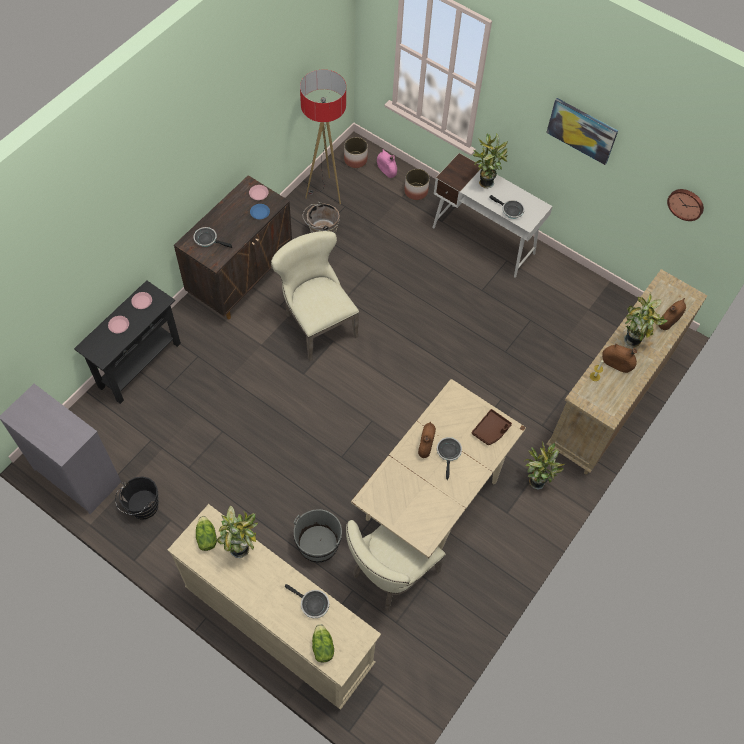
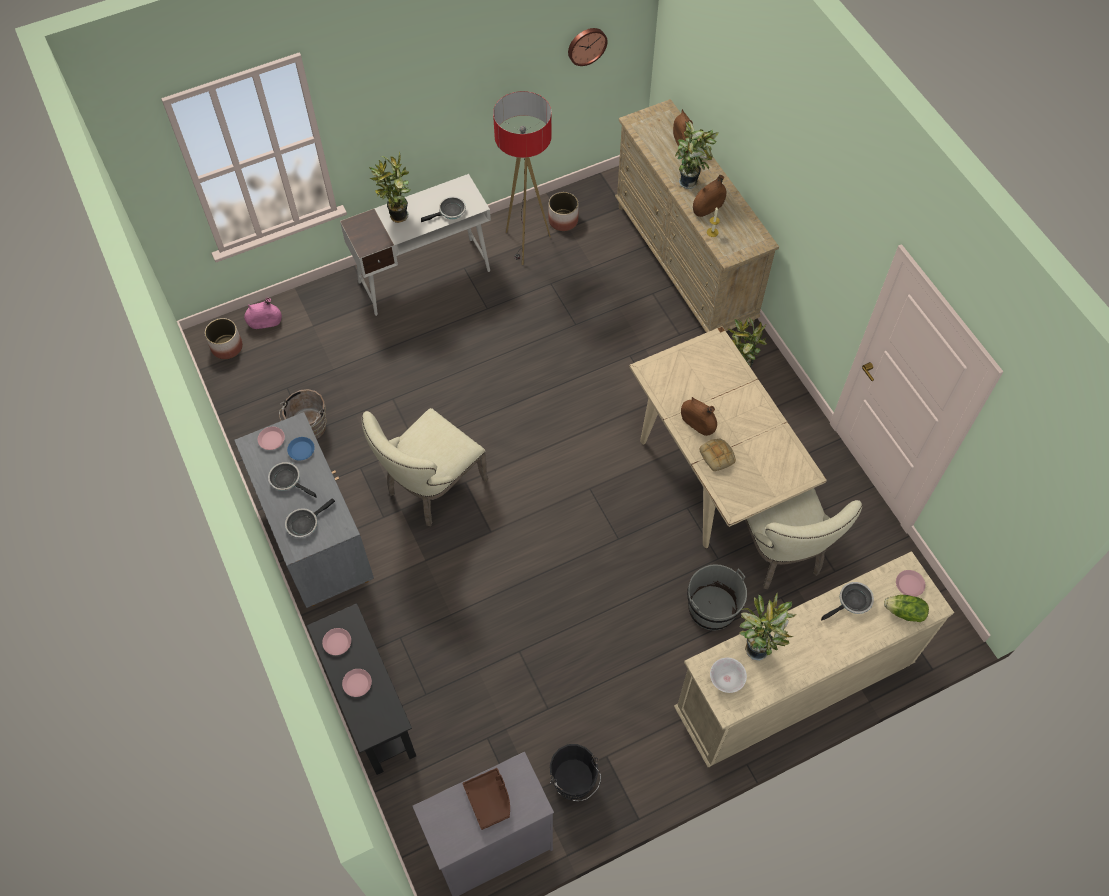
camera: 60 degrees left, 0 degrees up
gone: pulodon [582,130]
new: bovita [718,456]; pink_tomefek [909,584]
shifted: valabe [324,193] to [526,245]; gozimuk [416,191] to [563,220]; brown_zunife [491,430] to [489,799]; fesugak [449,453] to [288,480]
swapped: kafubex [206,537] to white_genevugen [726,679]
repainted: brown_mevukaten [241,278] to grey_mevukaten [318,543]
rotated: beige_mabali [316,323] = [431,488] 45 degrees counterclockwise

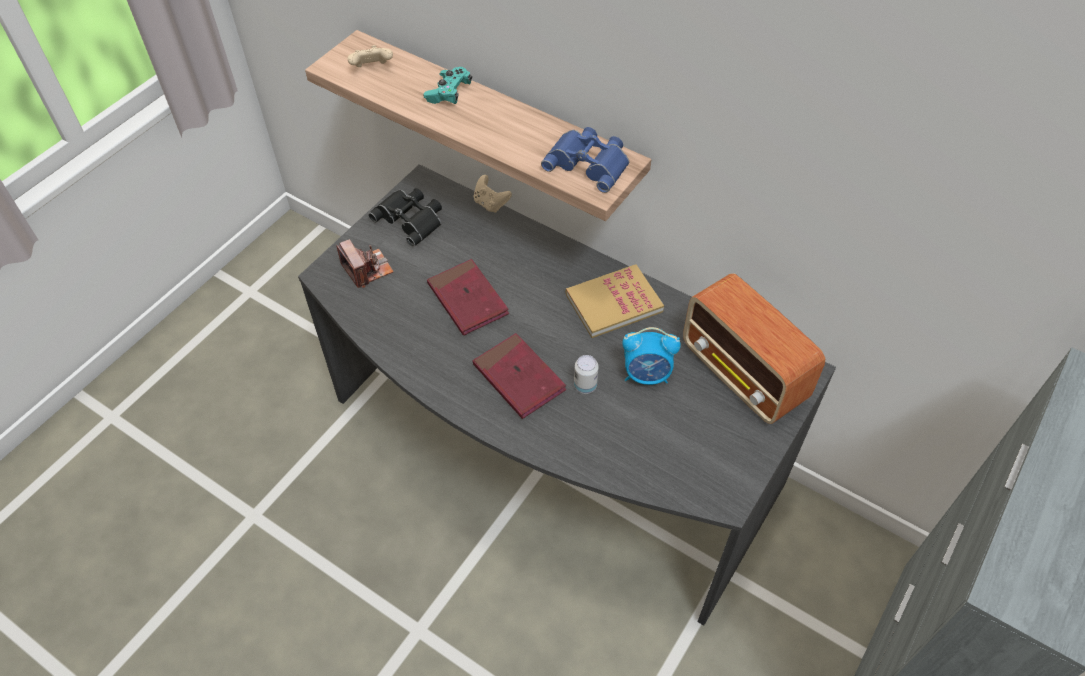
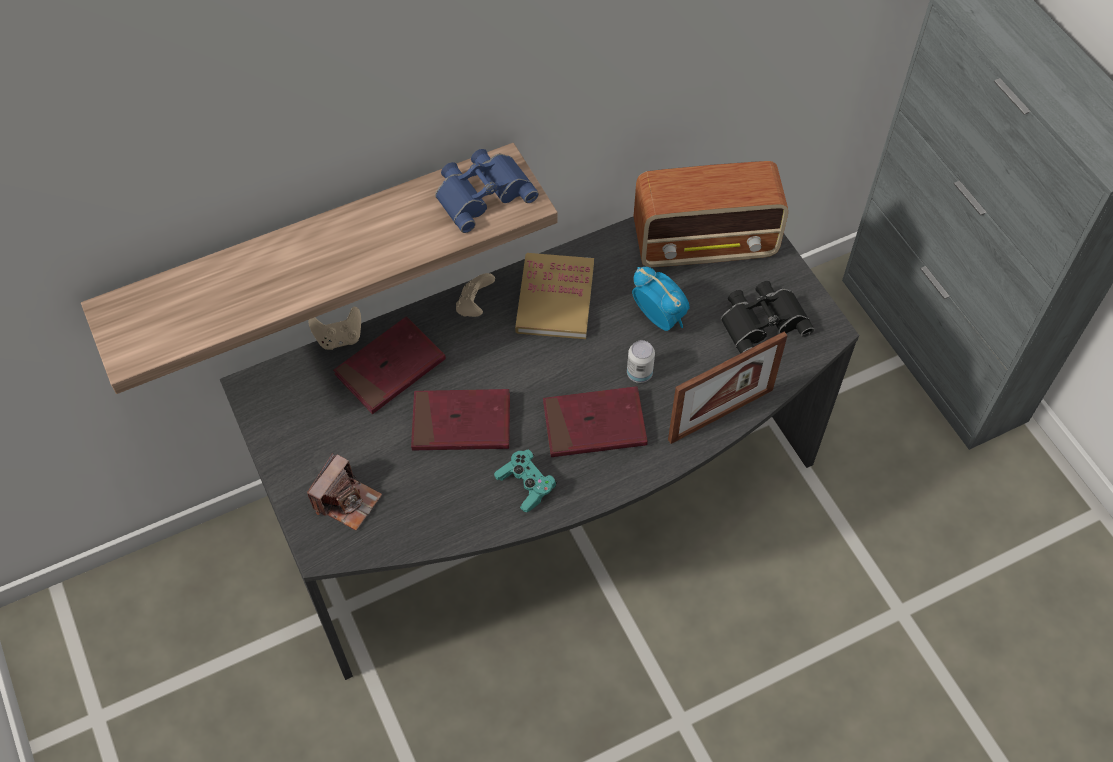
camera: 60 degrees left, 5 degrees up
new: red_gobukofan [390,368]; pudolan [720,414]
shifted: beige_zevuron [372,68] to [474,305]; turquoise_zevuron [449,93] to [526,485]; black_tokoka [411,218] to [762,320]
rotated: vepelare [367,269] = [347,501] 120 degrees clockwise; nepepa [647,375] = [659,317] 75 degrees counterclockwise

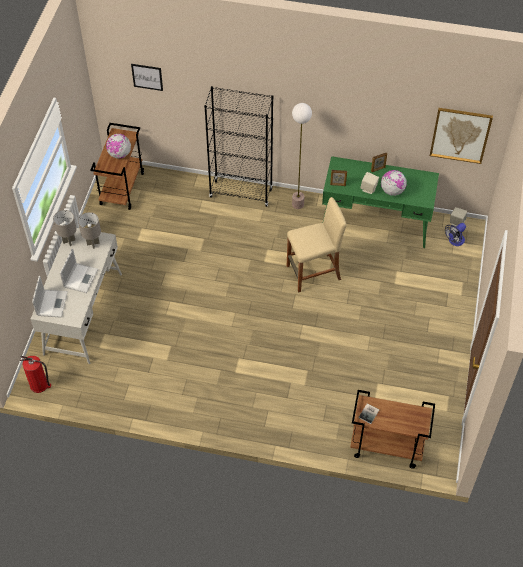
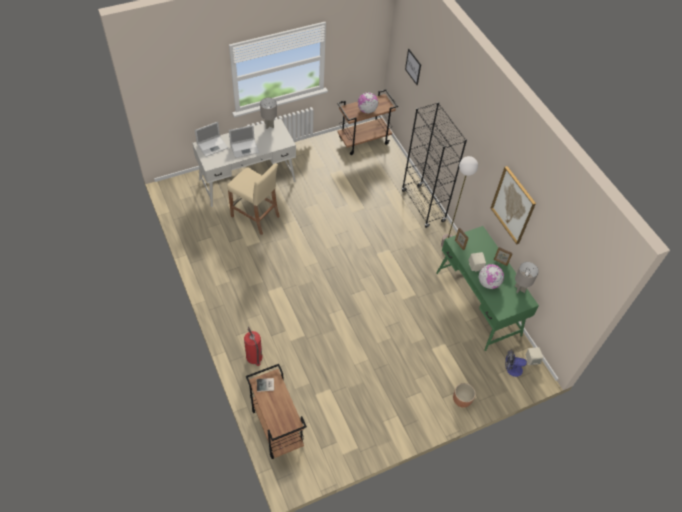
camera: 50 degrees right, 0 degrees up
new: brown_gozimuk [461,400]
shifted: pulodon [460,135] to [513,205]; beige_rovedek [313,273] to [255,216]; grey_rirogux [93,243] to [520,289]; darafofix [39,385] to [254,357]

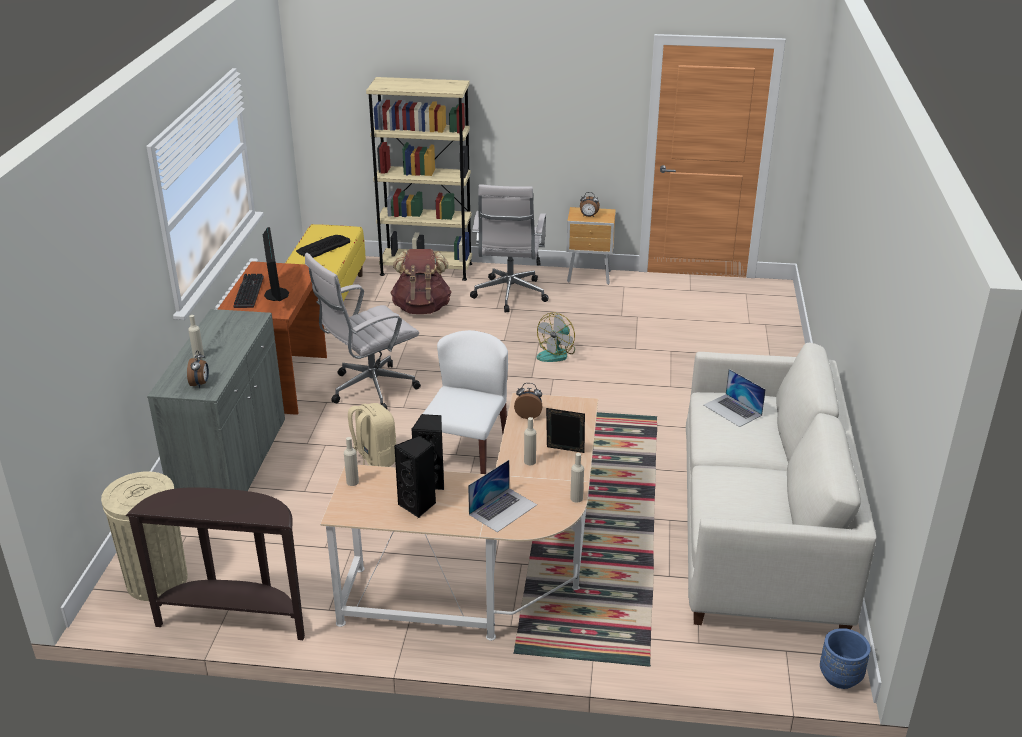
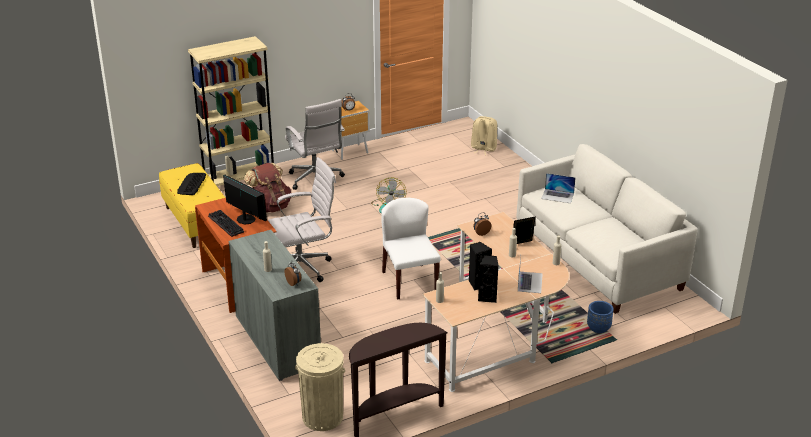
camera: 35 degrees left, 0 degrees up
shifted: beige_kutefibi [373,460] to [483,148]; blue_gozimuk [840,677] to [598,328]
rotated: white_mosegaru [369,390] = [303,267] 135 degrees counterclockwise

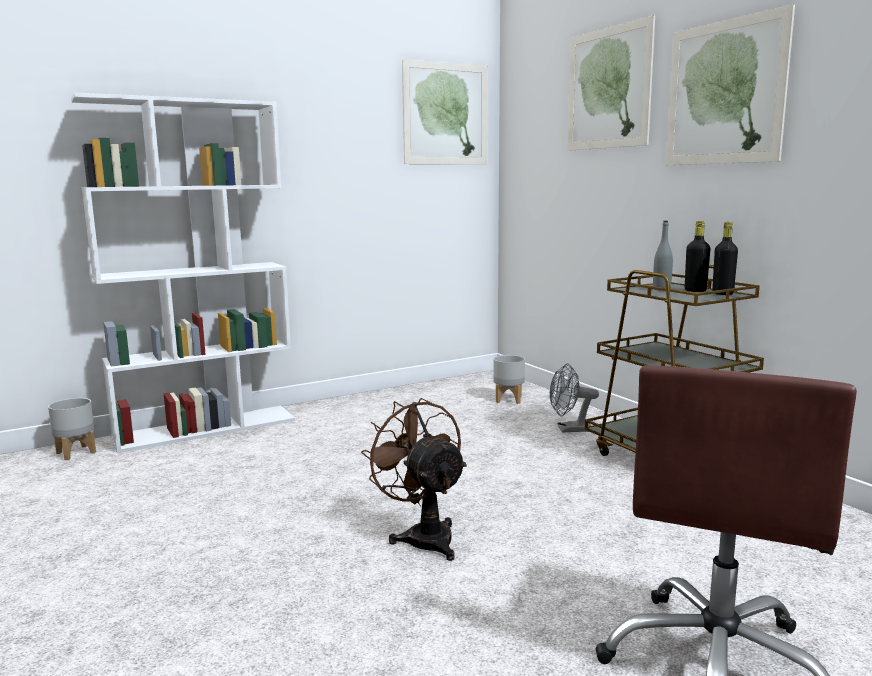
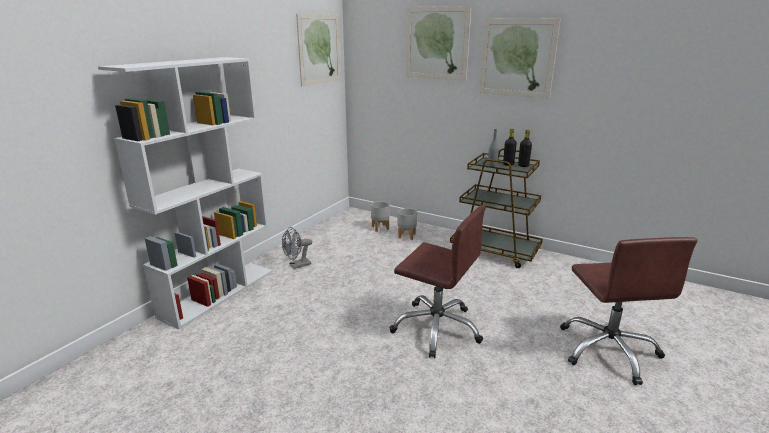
camera: 30 degrees left, 10 degrees up
shifted: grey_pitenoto [569,429] to [297,265]; grey_gozimuk [77,452] to [407,235]
swapped: brown_pitenoto [423,536] to brown_mosegaru [437,328]

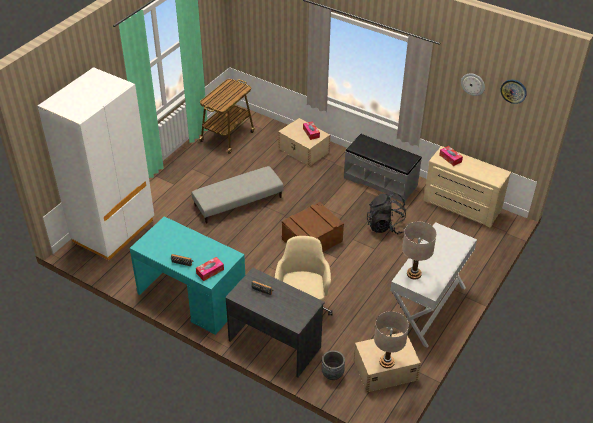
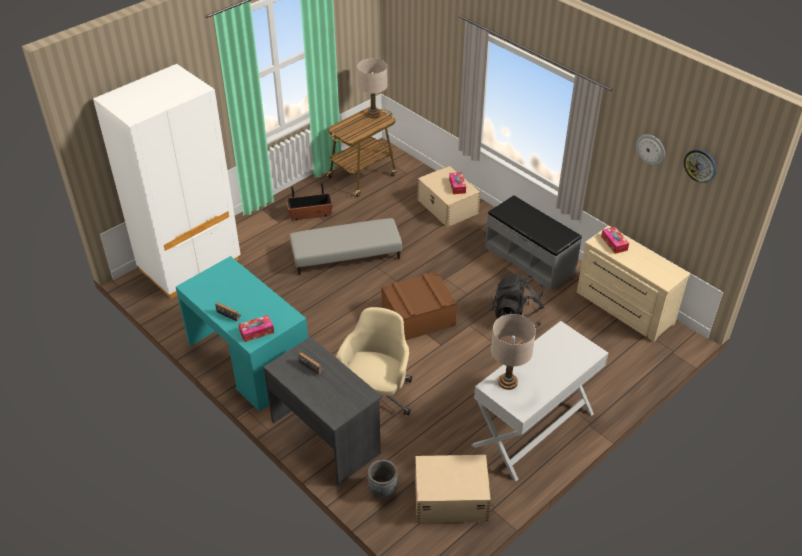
camera: 15 degrees right, 0 degrees up
new: gozimuk [310,214]
shifted: beige_rirogux [387,362] to [373,114]

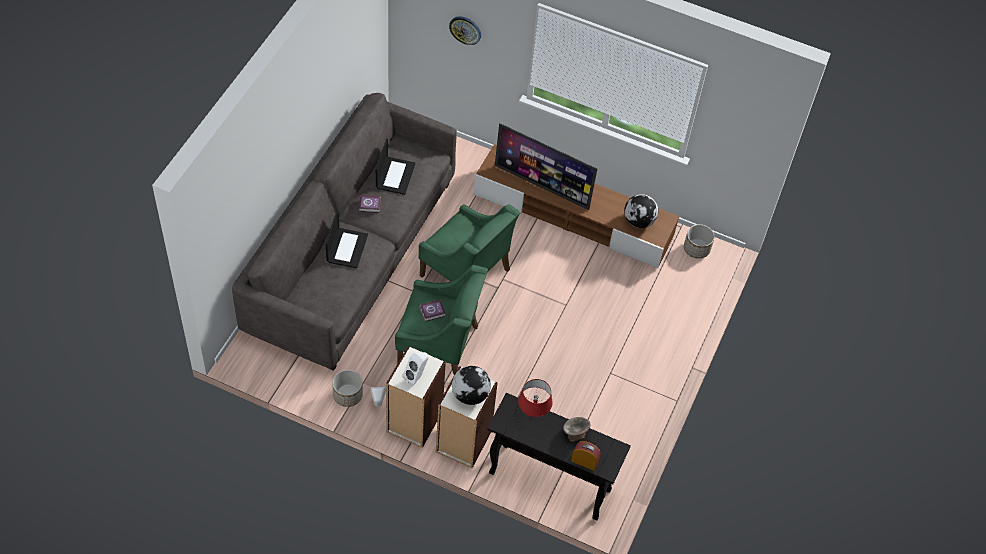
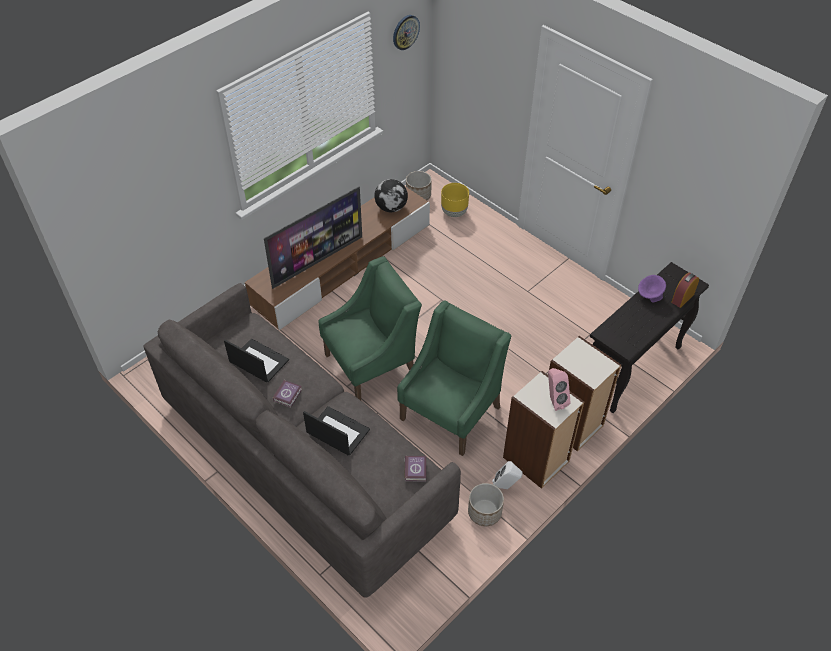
camera: 65 degrees left, 5 degrees down
gone: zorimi [470,394]; red_rirogux [532,417]
new: yellow_gozimuk [454,213]
shifted: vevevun [465,30] to [405,32]; gobukofan [433,312] to [416,469]
repainted: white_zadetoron [416,377] to pink_zadetoron [554,400]; grey_genevugen [575,433] to purple_genevugen [649,296]

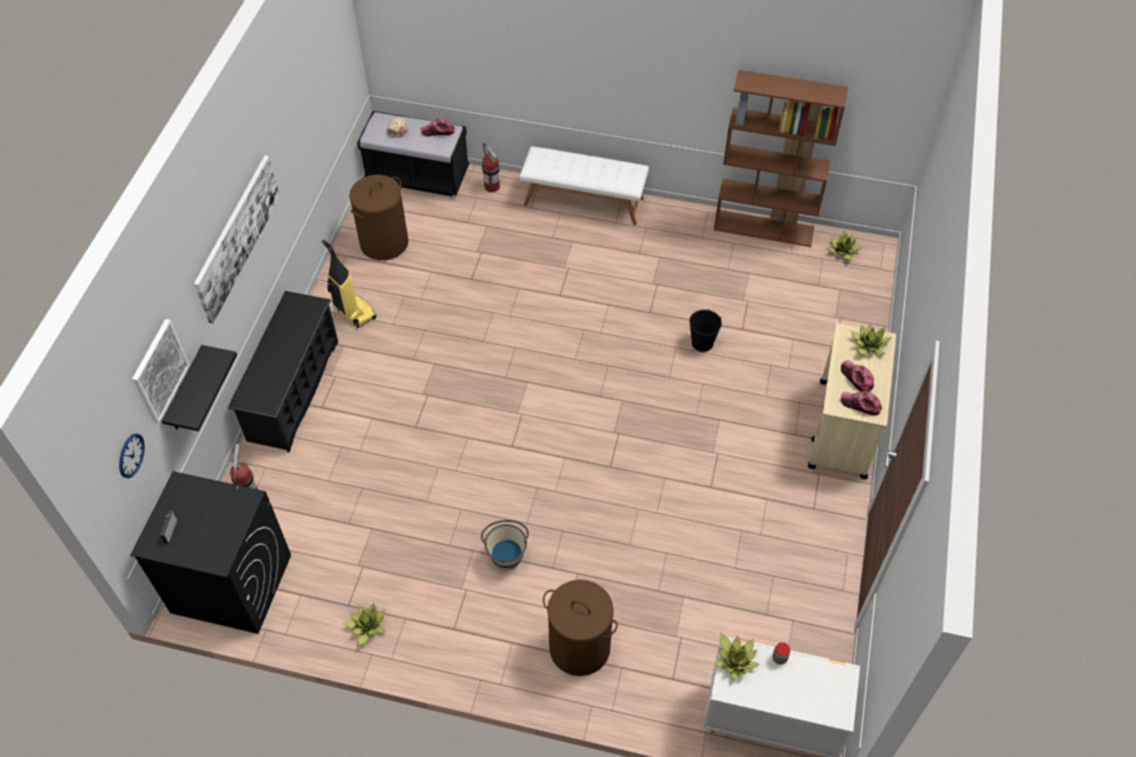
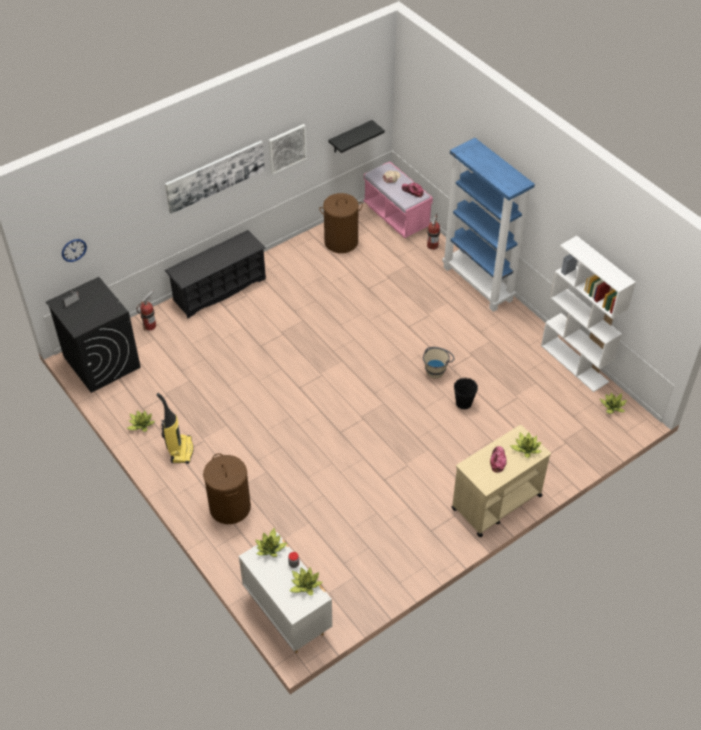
camera: 40 degrees right, 5 degrees down
gone: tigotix [861,404]
new: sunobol [305,585]
shifted: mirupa [353,311] to [180,450]; pulodon [159,371] to [287,148]; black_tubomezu [186,391] to [350,137]; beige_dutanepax [506,553] to [437,369]
swapped: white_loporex [584,201] to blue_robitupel [478,284]
repainted: brown_robitupel [764,228] to white_robitupel [575,363]; black_loporex [417,175] to pink_loporex [396,216]

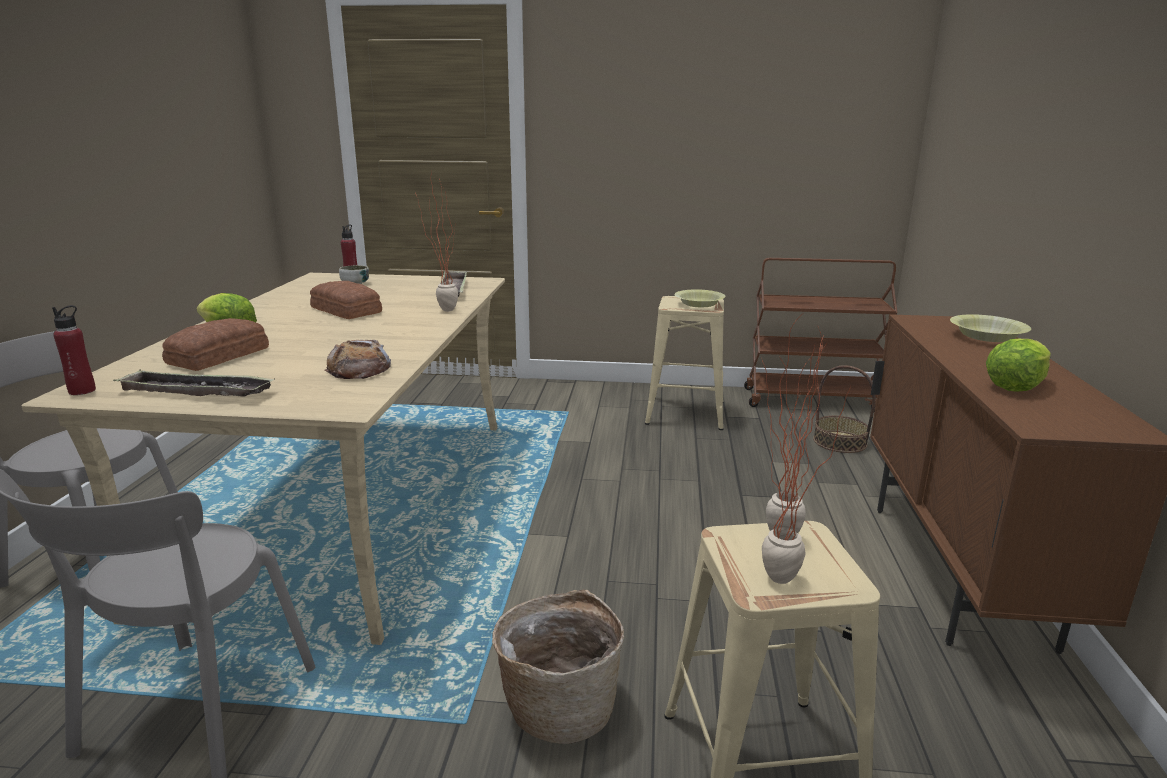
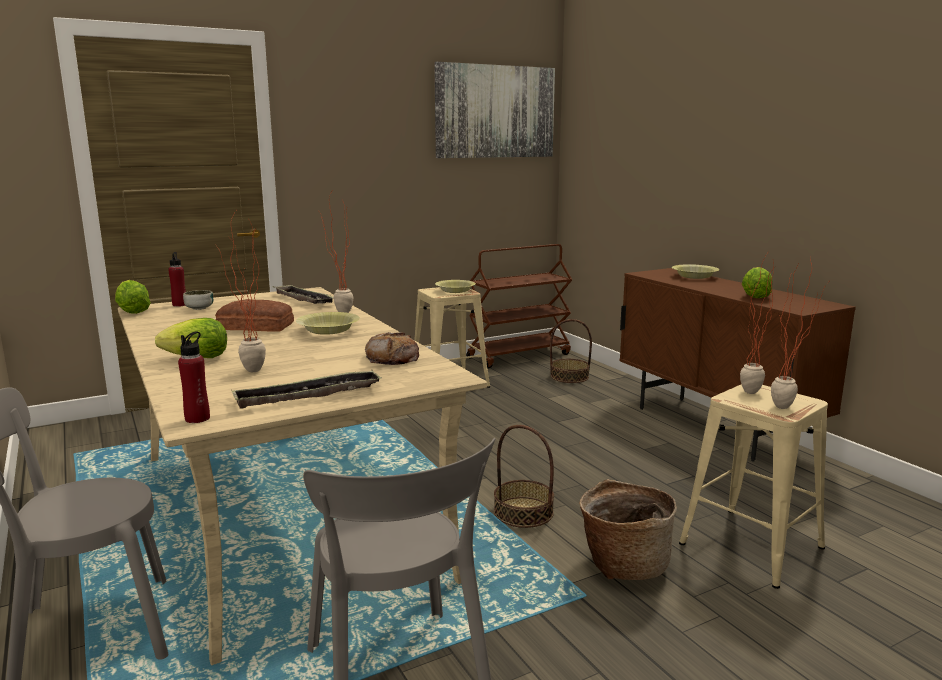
camera: 35 degrees left, 5 degrees down
new: pulodon [495,112]; kafubex [132,311]; yellow_genevugen [328,330]; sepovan [523,512]
swapped: bovita [220,356] to sunobol [247,373]

